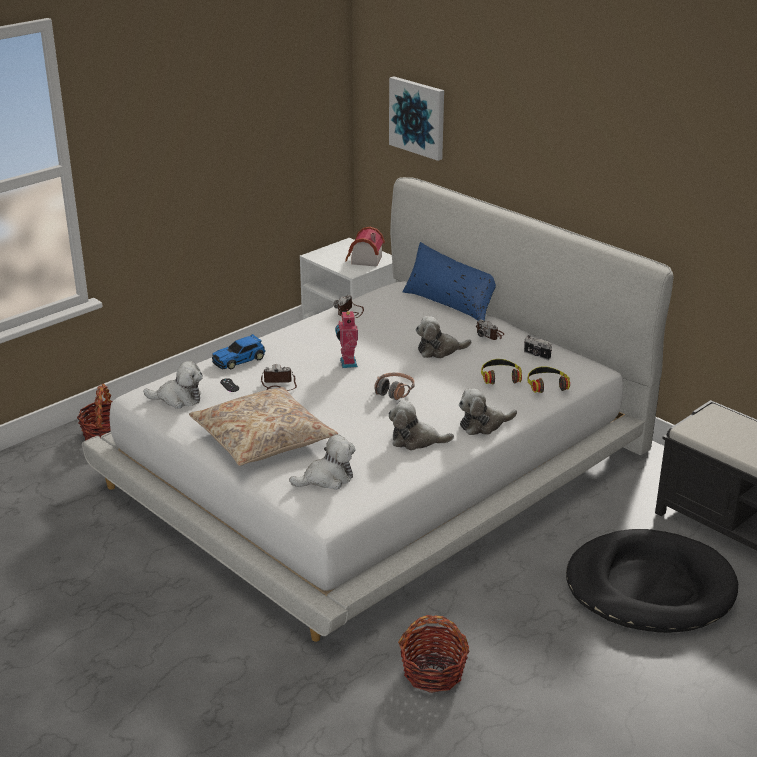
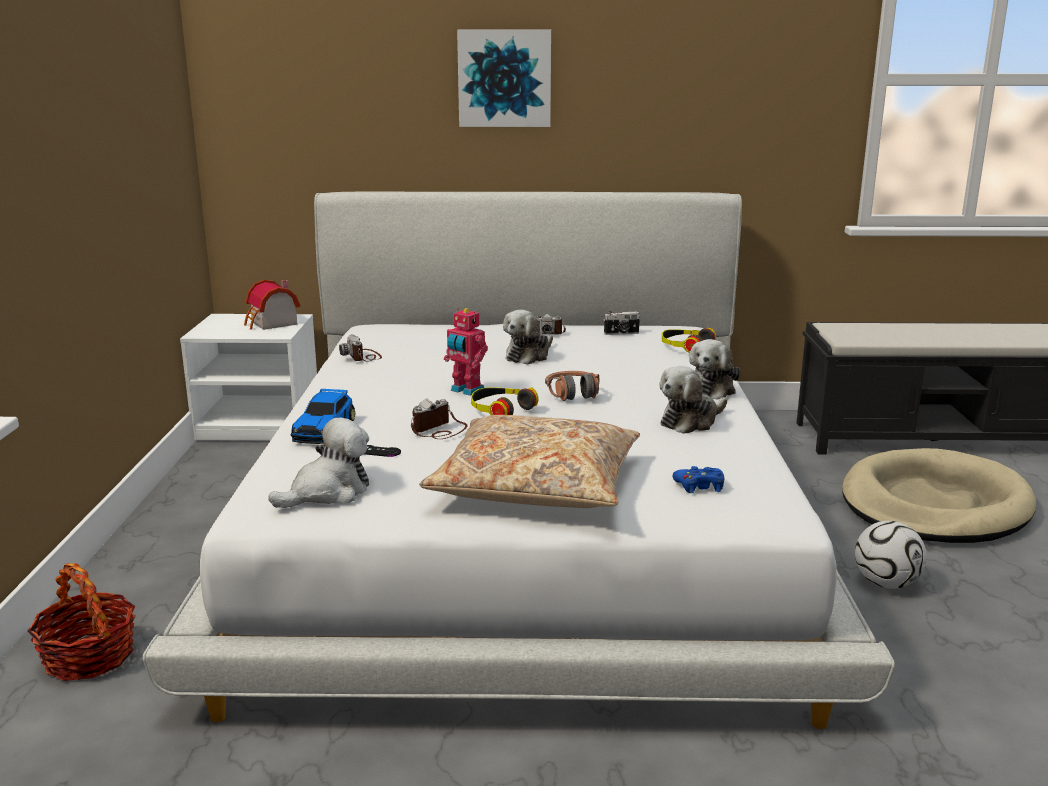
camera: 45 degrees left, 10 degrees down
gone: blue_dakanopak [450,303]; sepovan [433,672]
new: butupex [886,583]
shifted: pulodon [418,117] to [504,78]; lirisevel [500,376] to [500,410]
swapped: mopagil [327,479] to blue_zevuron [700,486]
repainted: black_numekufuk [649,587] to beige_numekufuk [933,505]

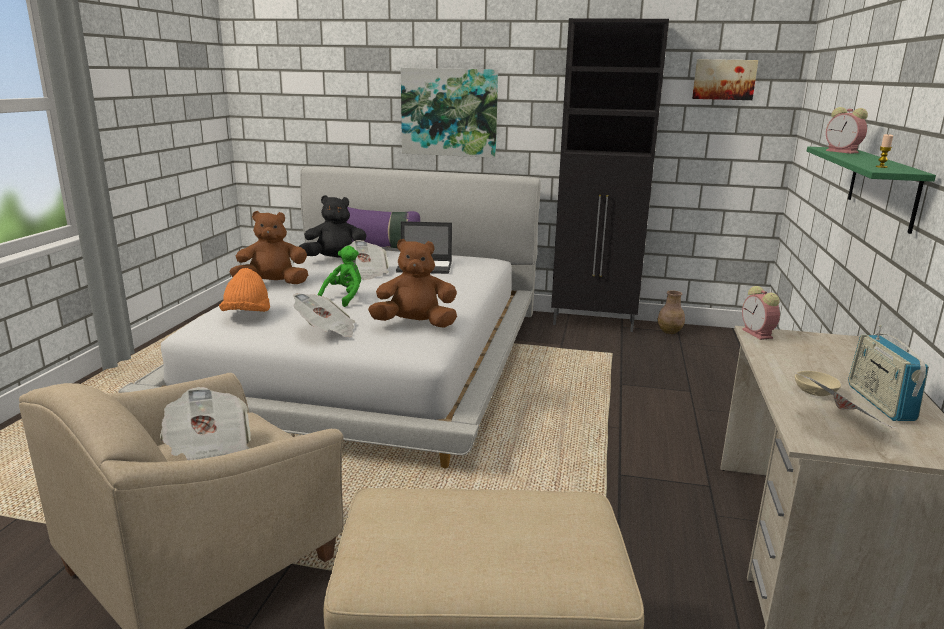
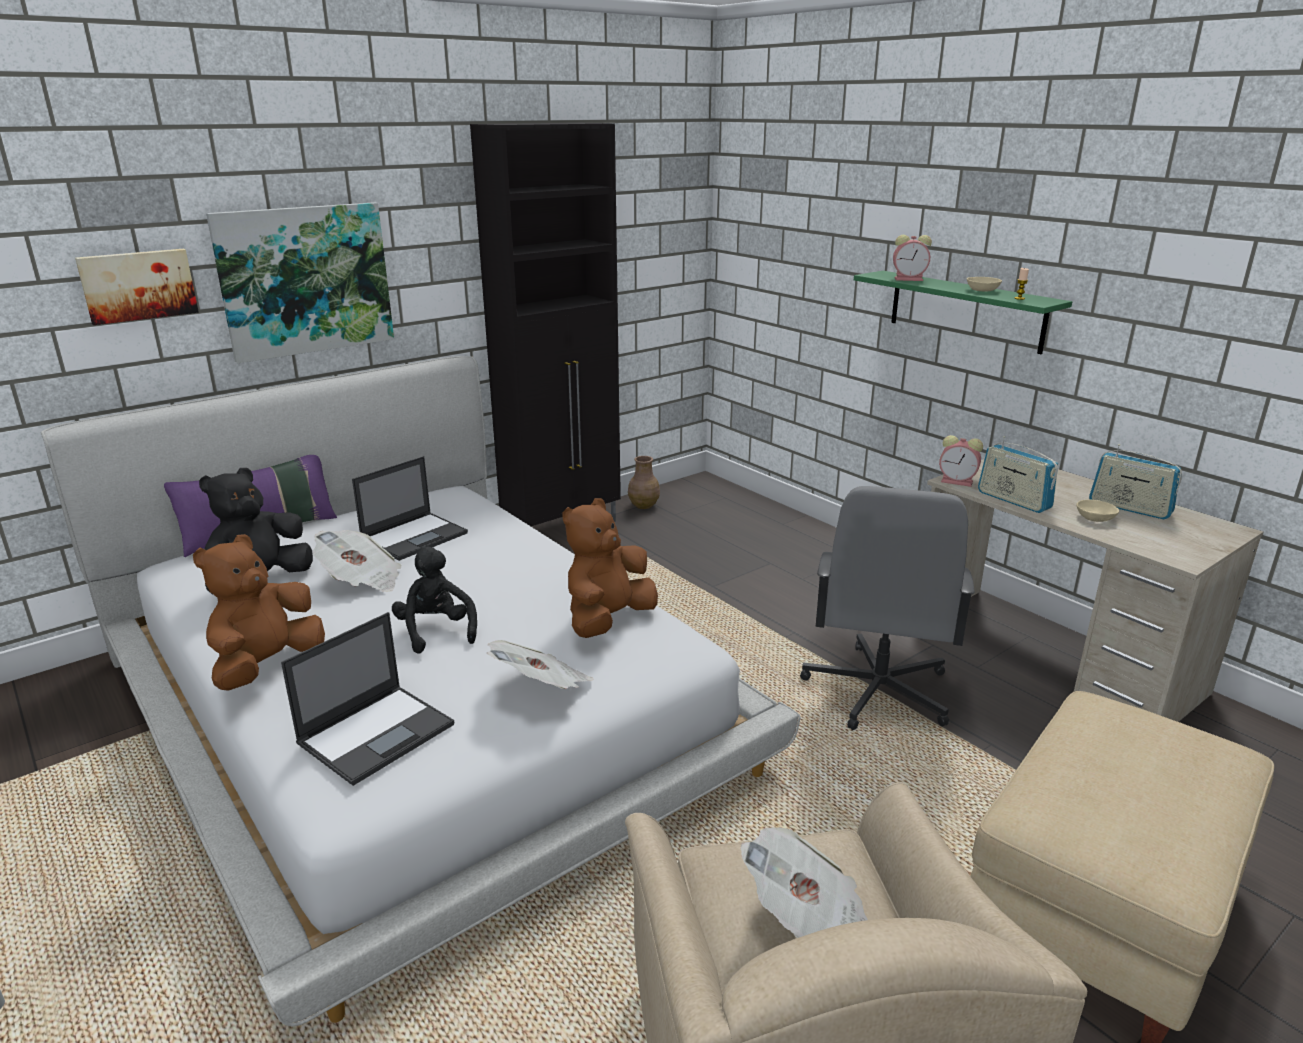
camera: 50 degrees left, 5 degrees up
gone: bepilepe [842,426]
new: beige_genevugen [983,290]; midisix [1013,500]; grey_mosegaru [877,691]
shifted: pulodon [724,79] to [138,285]
swapped: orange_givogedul [247,315] to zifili [378,733]
repainted: green_mopagil [344,297] to black_mopagil [436,631]

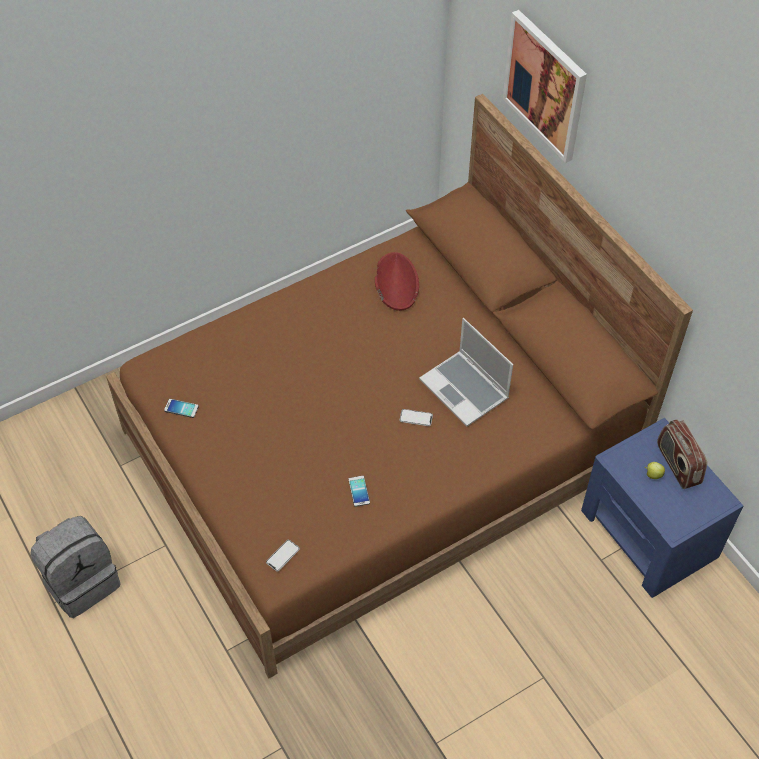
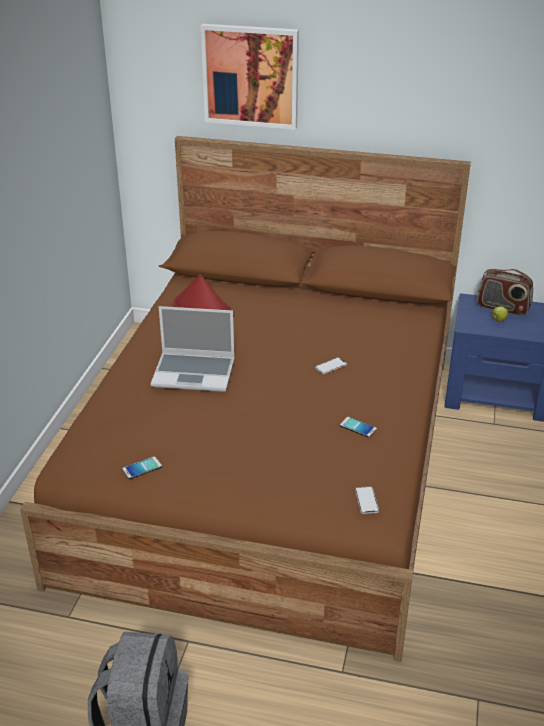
camera: 45 degrees left, 20 degrees down
shifted: zifili [465,389] to [195,373]

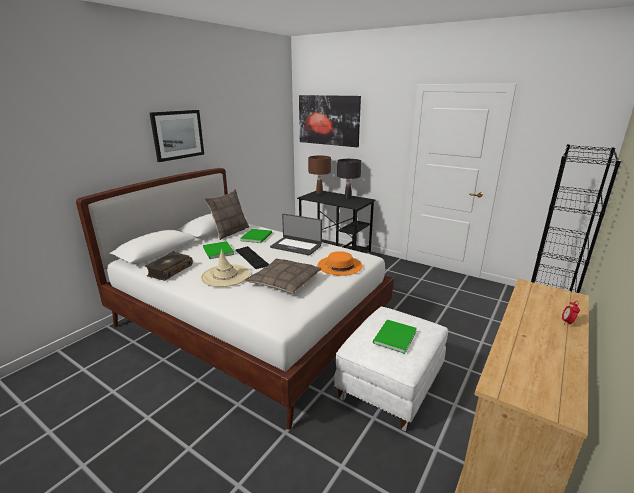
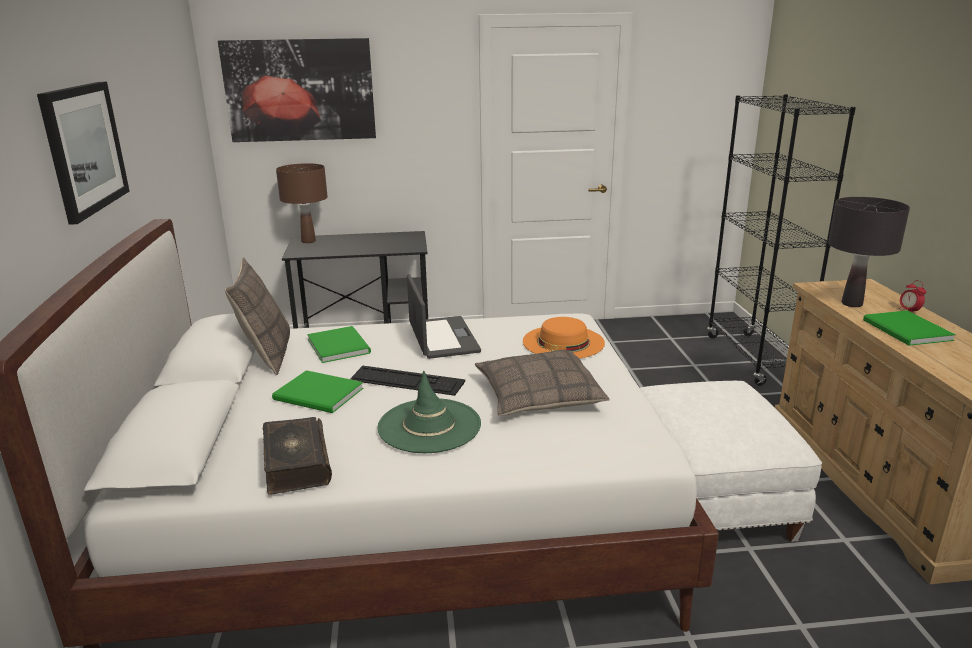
camera: 40 degrees left, 0 degrees up
shifted: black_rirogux [348,198] to [851,304]; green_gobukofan [393,337] to [907,331]
repainted: beige_givogedul [225,276] to green_givogedul [429,426]
rotated: zifili [296,246] = [442,338] 90 degrees counterclockwise

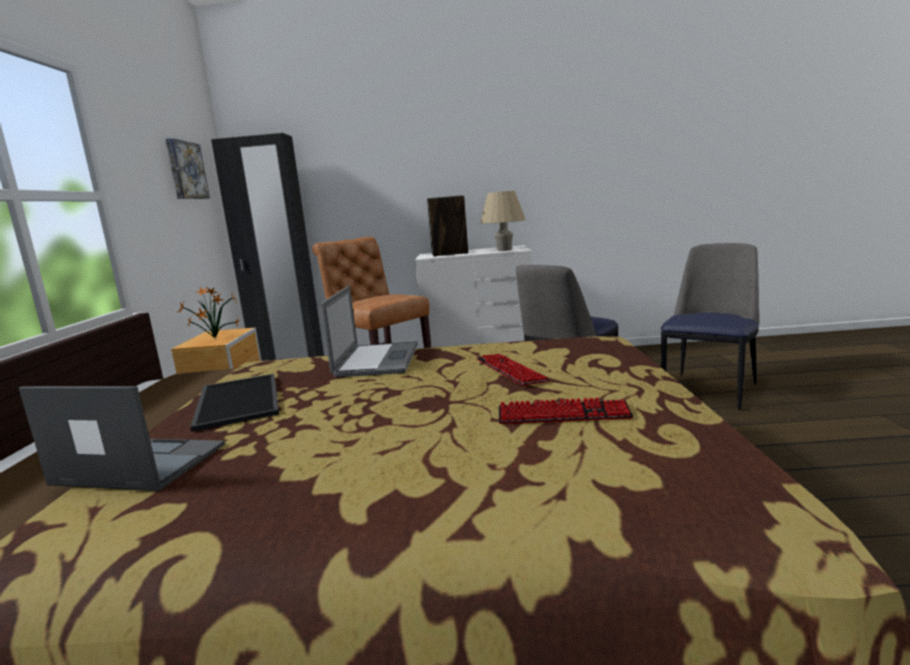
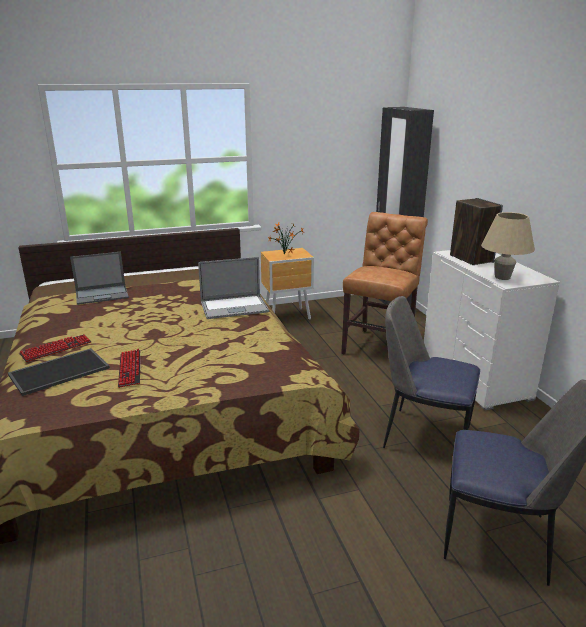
camera: 70 degrees right, 10 degrees up
gone: pulodon [185,170]
shifted: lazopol [510,371] to [56,349]; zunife [236,401] to [60,370]
rotated: zifili [138,464] = [102,294] 75 degrees clockwise

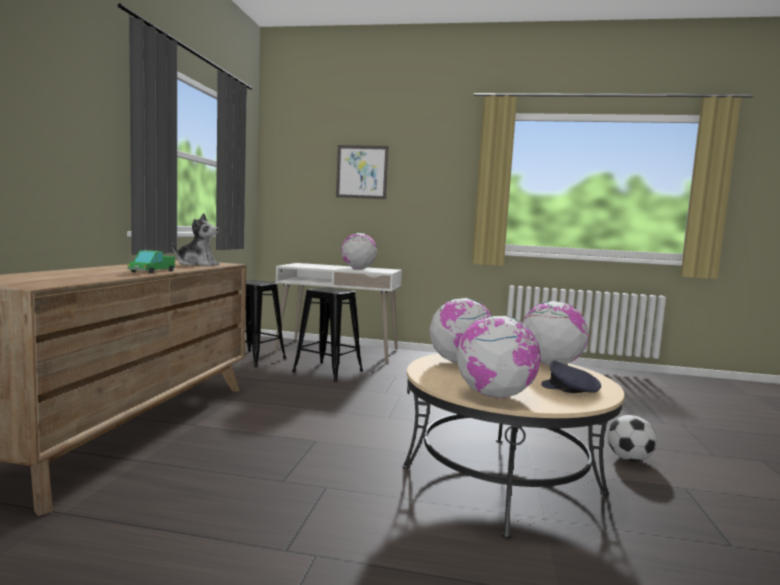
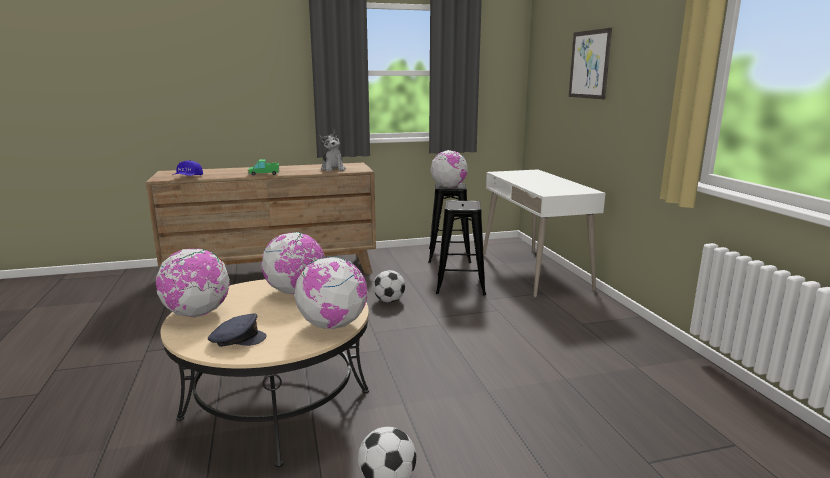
camera: 65 degrees right, 10 degrees up
new: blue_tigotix [188,177]; butupex [389,301]
shifted: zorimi [358,269] to [448,187]
rotated: grey_tigotix [570,389] = [237,339] 75 degrees clockwise

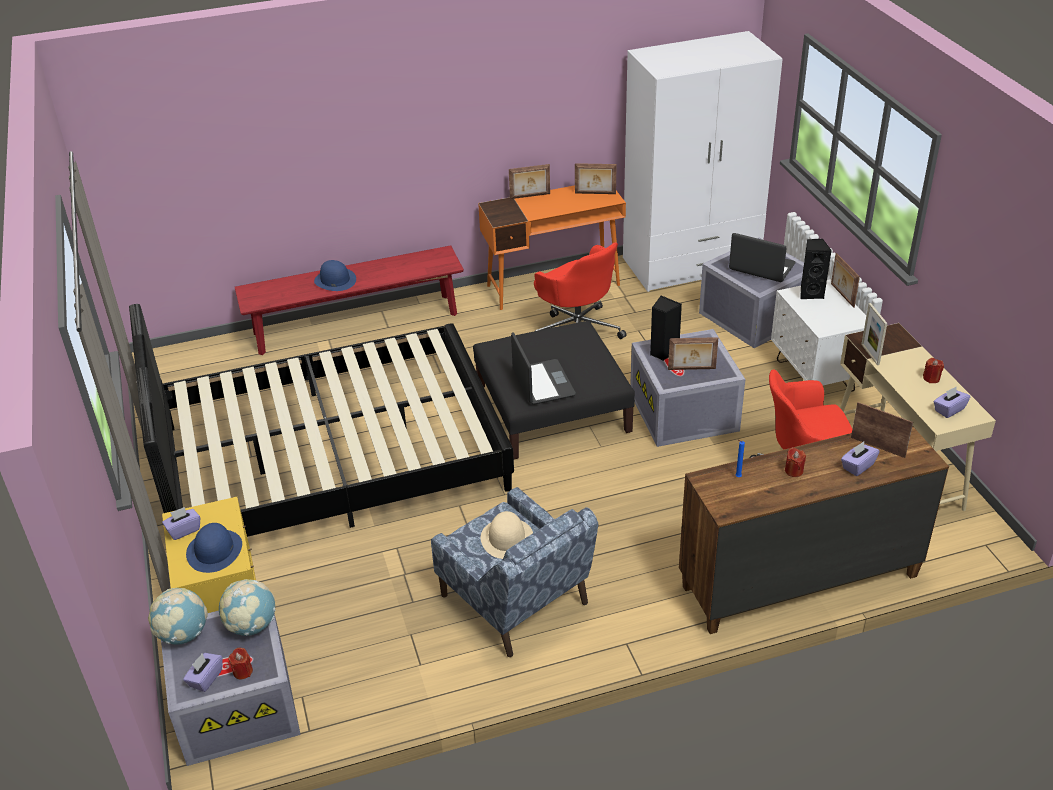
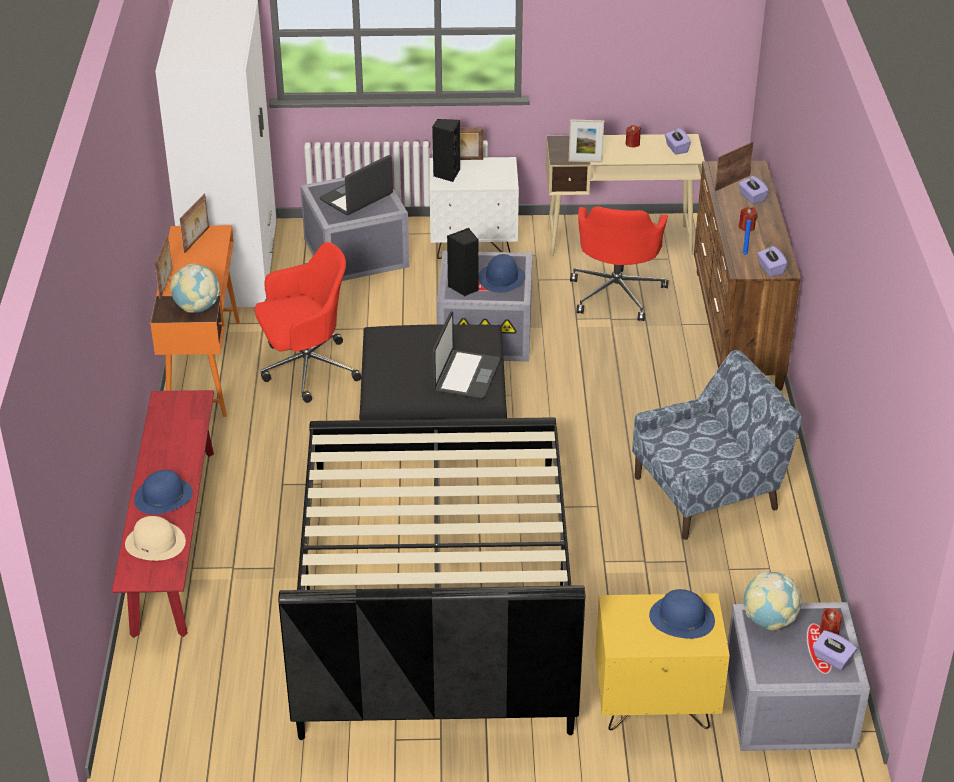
camera: 75 degrees left, 0 degrees up
shifted: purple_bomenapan [184,530] to [770,269]; beige_givogedul [507,538] to [155,542]; zorimi [183,634] to [197,308]
swapped: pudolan [691,369] to blue_givogedul [501,278]
rotated: zifili [542,383] = [465,375] 105 degrees clockwise

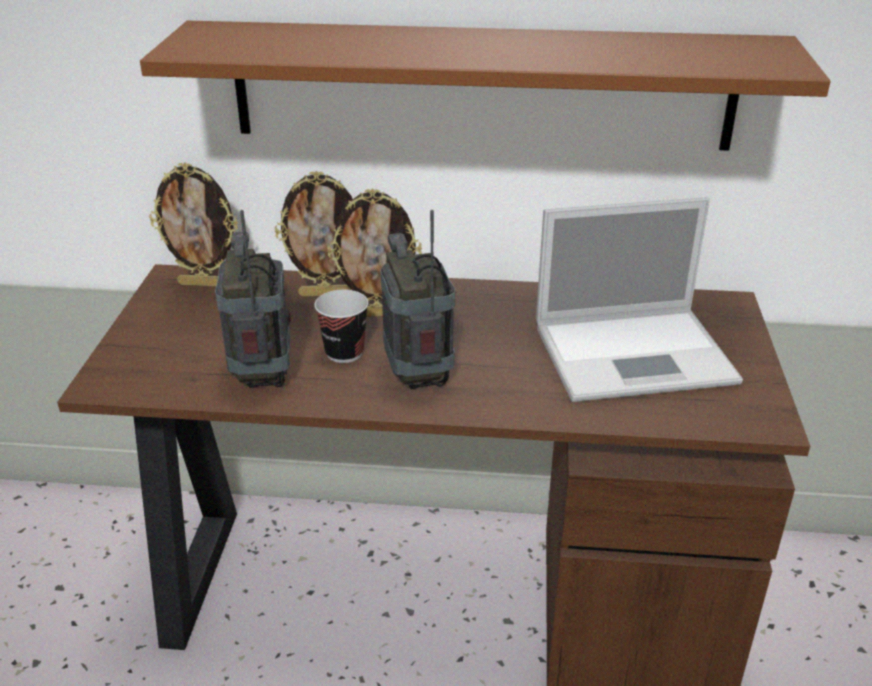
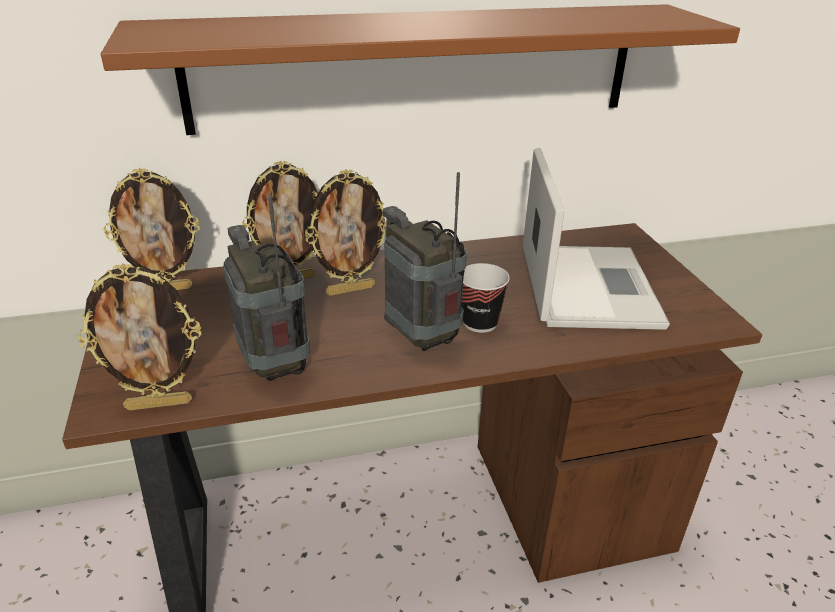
camera: 20 degrees left, 0 degrees up
new: pudolan [159,403]
shifted: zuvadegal [344,352] to [480,323]
rotated: zifili [637,353] = [586,285] 60 degrees counterclockwise

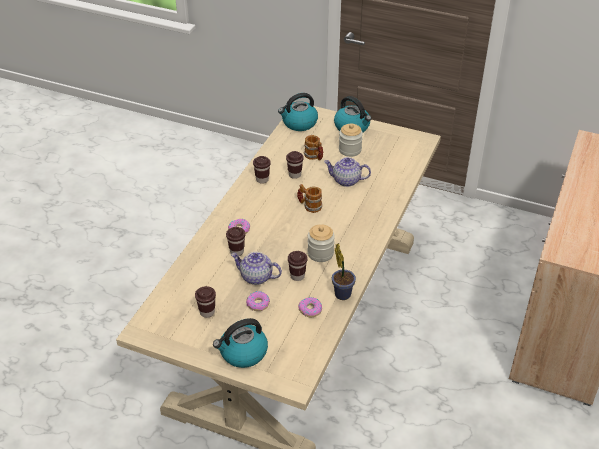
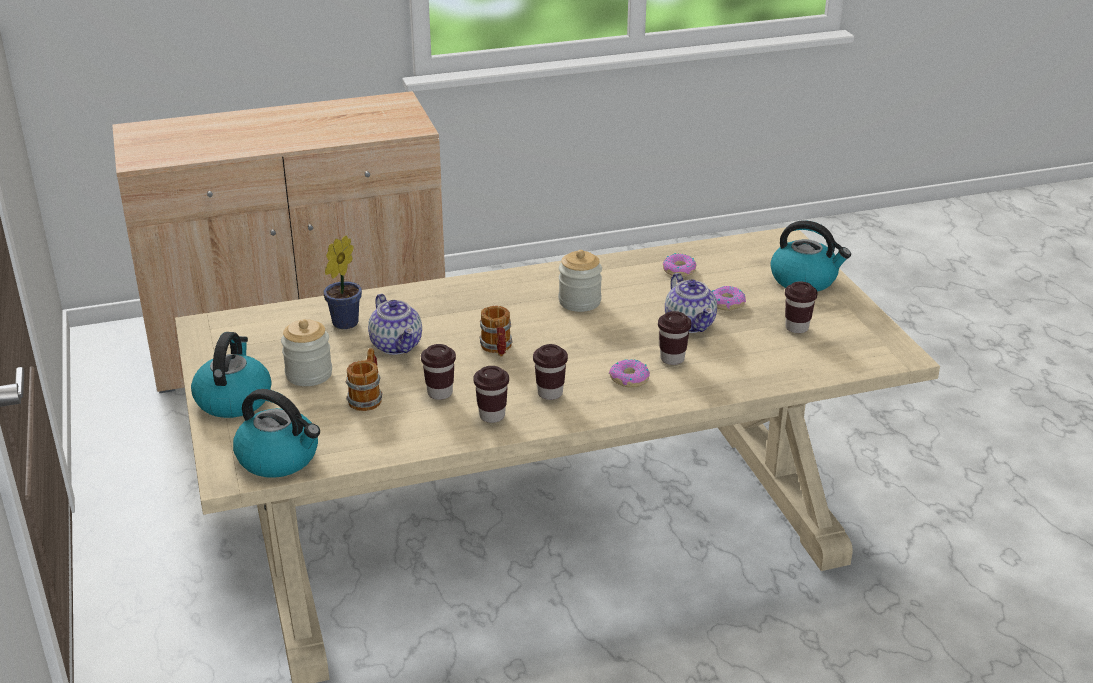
camera: 130 degrees left, 10 degrees down
shifted: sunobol [342,292] to [342,324]; brown_zuvadegal [297,276] to [550,393]

